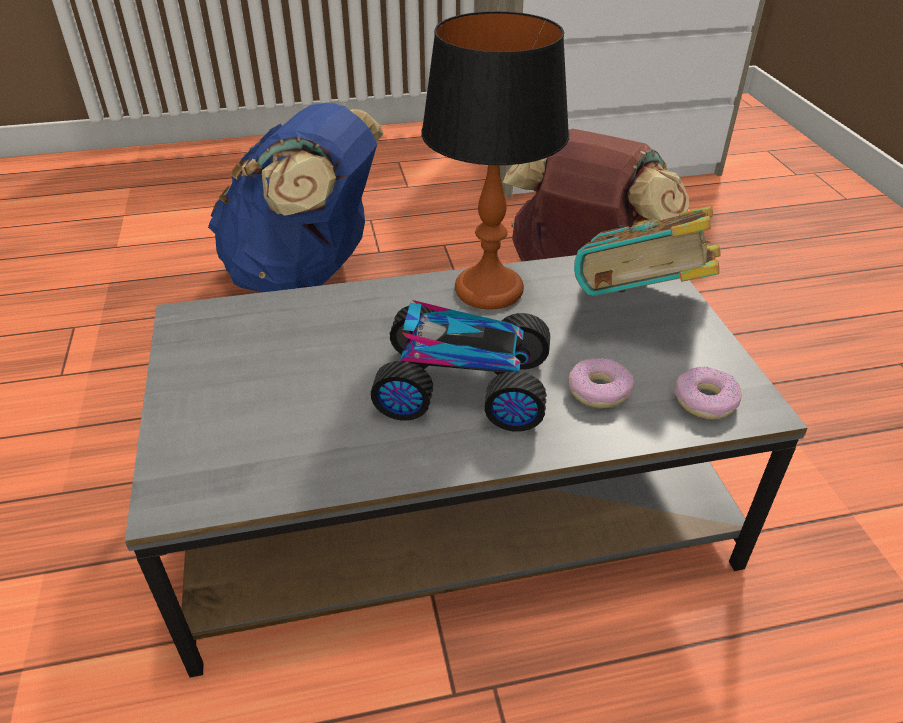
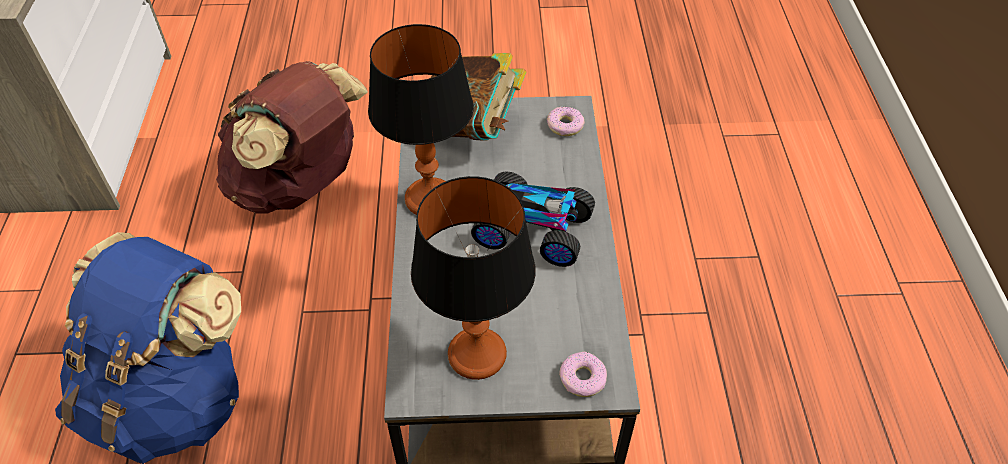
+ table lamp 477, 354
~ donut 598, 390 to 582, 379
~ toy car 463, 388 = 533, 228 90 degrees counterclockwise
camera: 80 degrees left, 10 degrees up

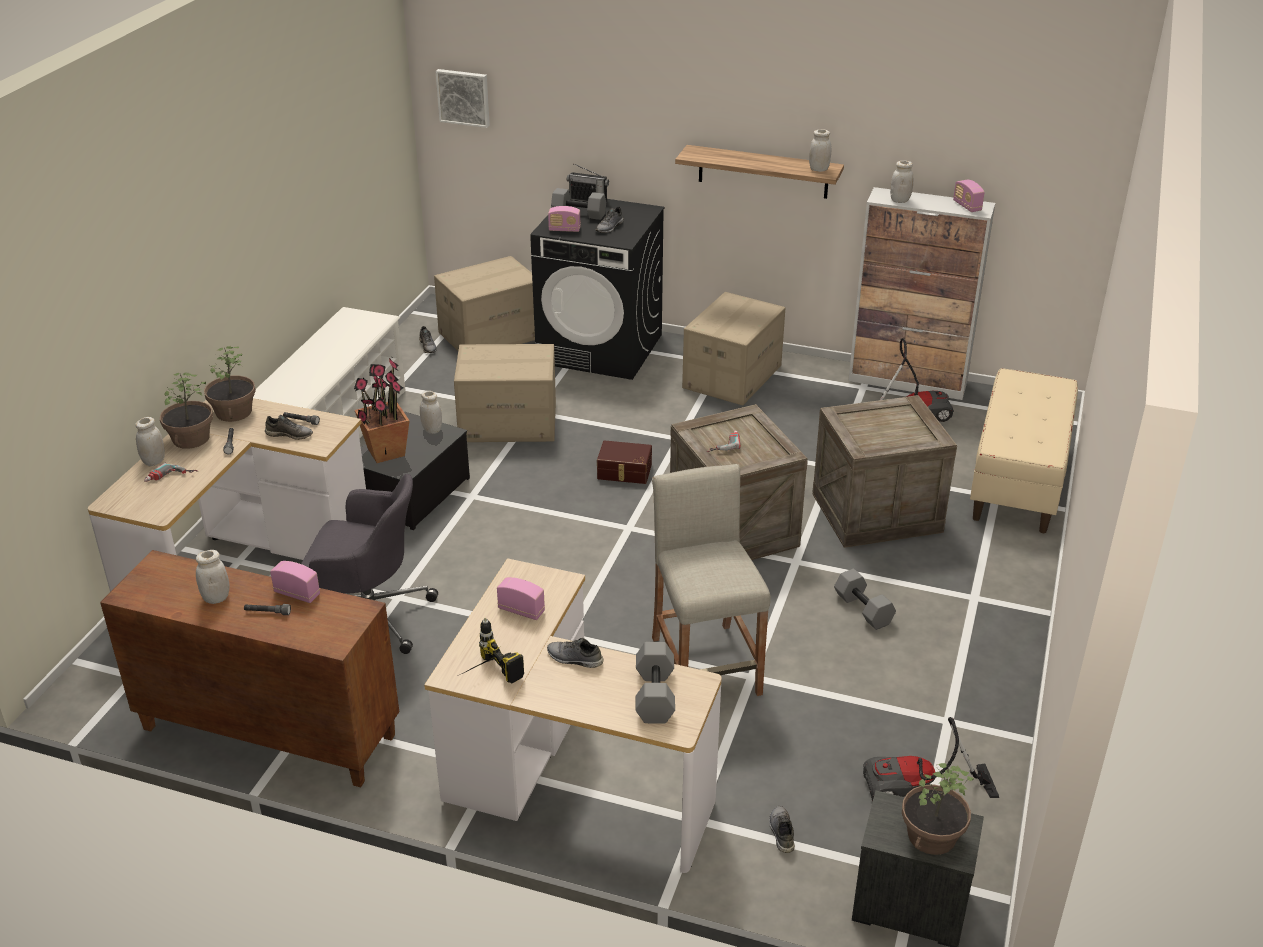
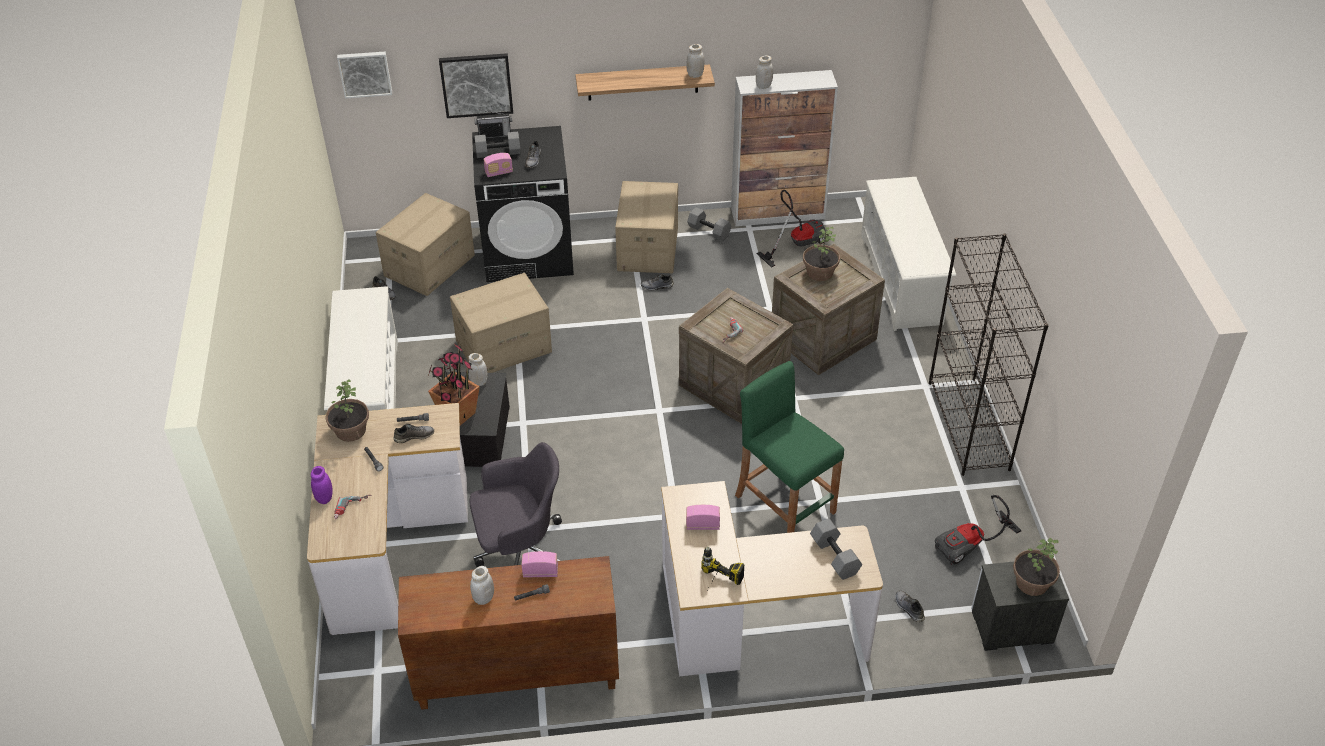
- brown storage box 624, 472
- radio 967, 206
+ picture 476, 84
+ black bookcase 969, 426
~ potted plant 190, 438 to 819, 272
~ grey shoe 574, 659 to 657, 286
~ grey dumbbell 864, 609 to 709, 231
~ beige bench 1018, 481 to white shoe rack 901, 279
~ white jar 154, 461 to purple jar 325, 498
~ beige stool 705, 665 to green stool 785, 504
camera: 25 degrees left, 10 degrees up

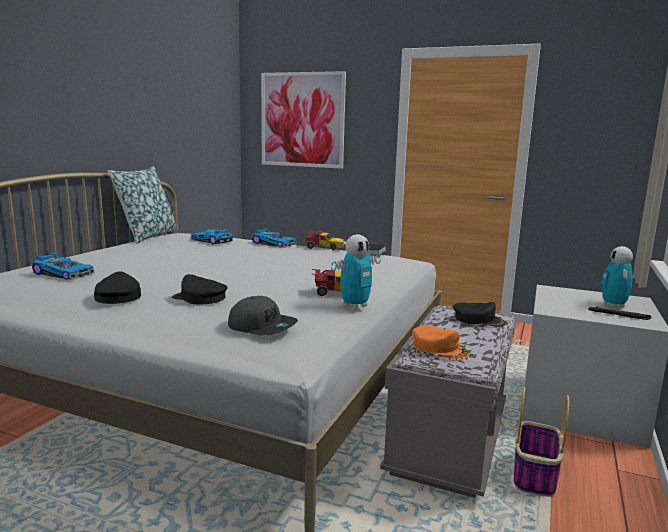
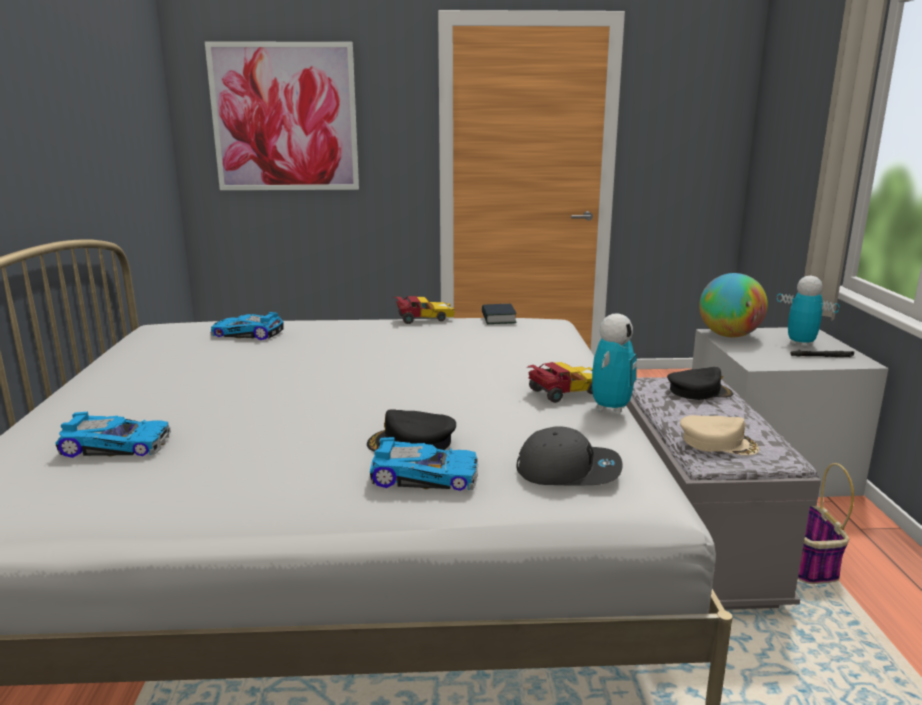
- black cap 118, 297
- pillow 147, 236
+ globe 729, 336
~ toy car 274, 244 to 425, 475
~ orange cap 439, 349 to beige cap 718, 442
~ toy robot 613, 305 = 800, 344 150 degrees clockwise
camera: 25 degrees left, 5 degrees up

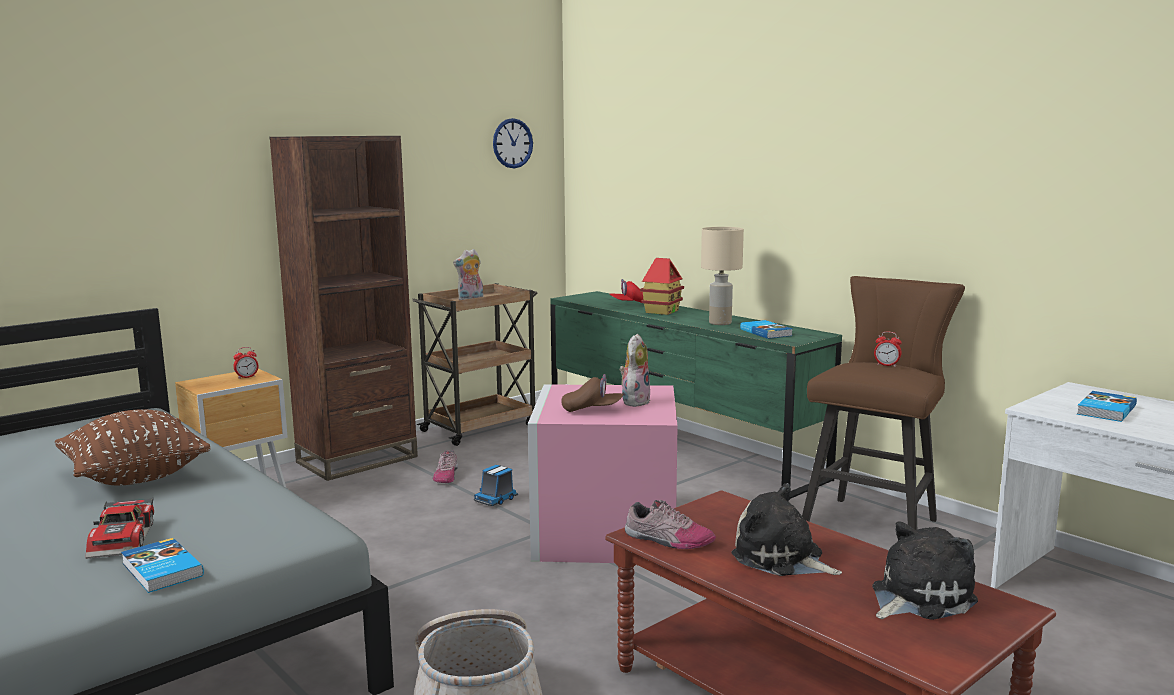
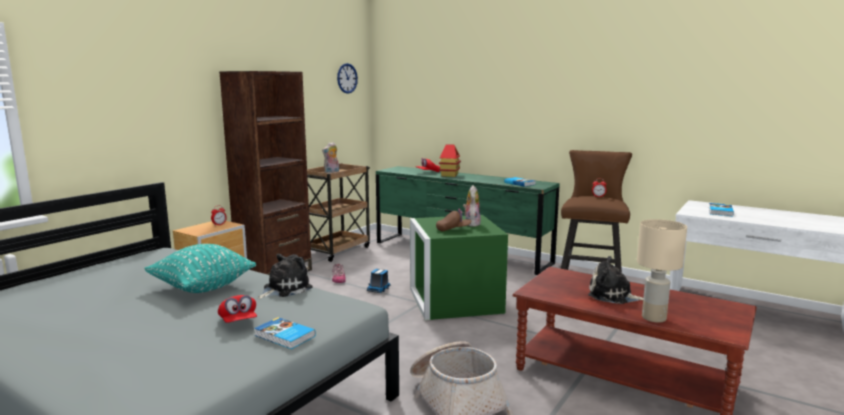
- shoe 668, 540
~ beige table lamp 719, 323 to 653, 318
~ plush toy 917, 597 to 284, 289
~ toy car 126, 539 to red cap 238, 322
~ brown pillow 135, 477 to turquoise pillow 203, 287
~ pink storage box 603, 531 to green storage box 453, 300
camera: 15 degrees left, 0 degrees up

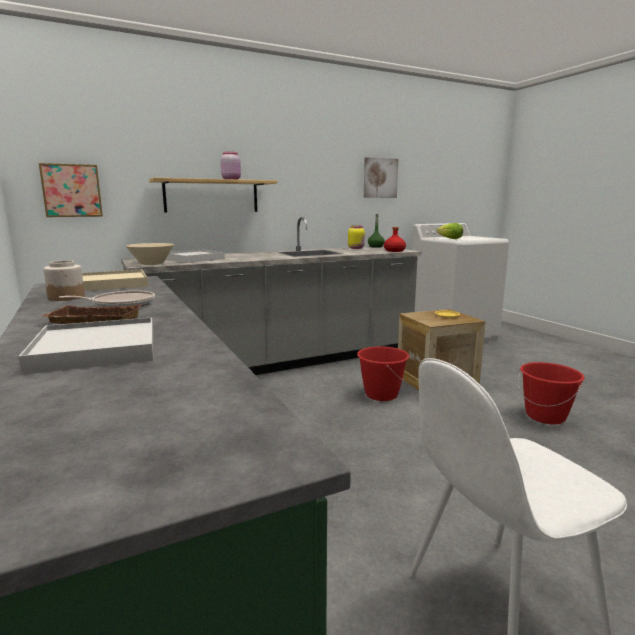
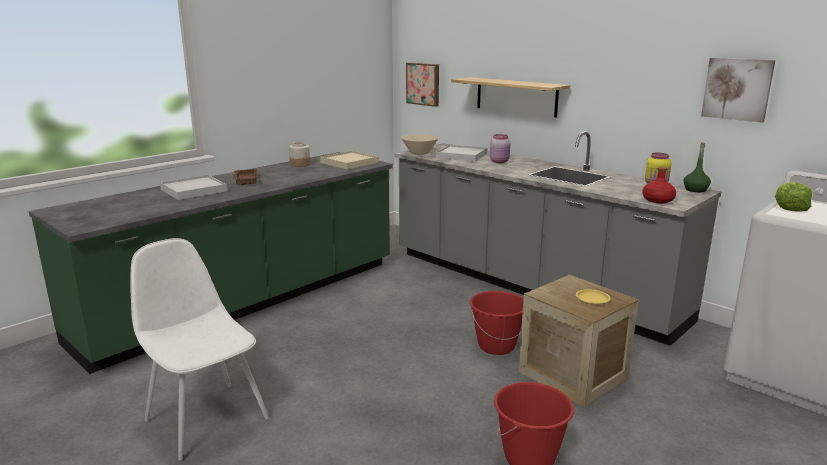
- frying pan 120, 305
~ pink jar 231, 179 to 500, 161
camera: 70 degrees right, 5 degrees up

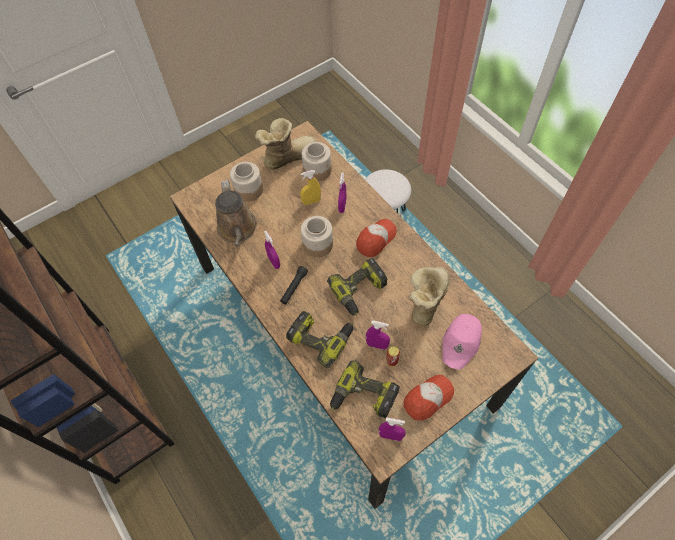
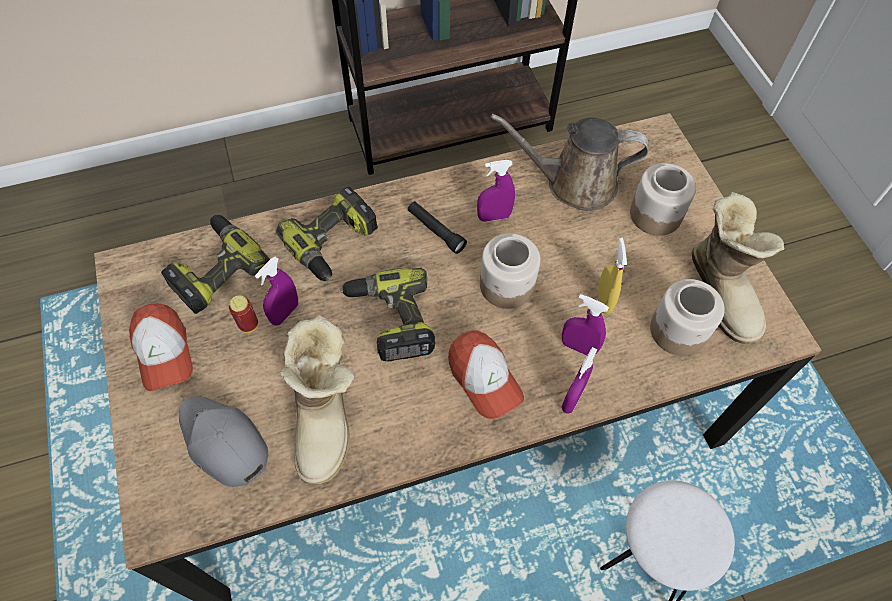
~ purple spray bottle 390, 436 to 572, 399
~ pink cap 461, 342 to grey cap 223, 443
~ boot 426, 300 = 326, 418 45 degrees clockwise
camera: 105 degrees right, 0 degrees up

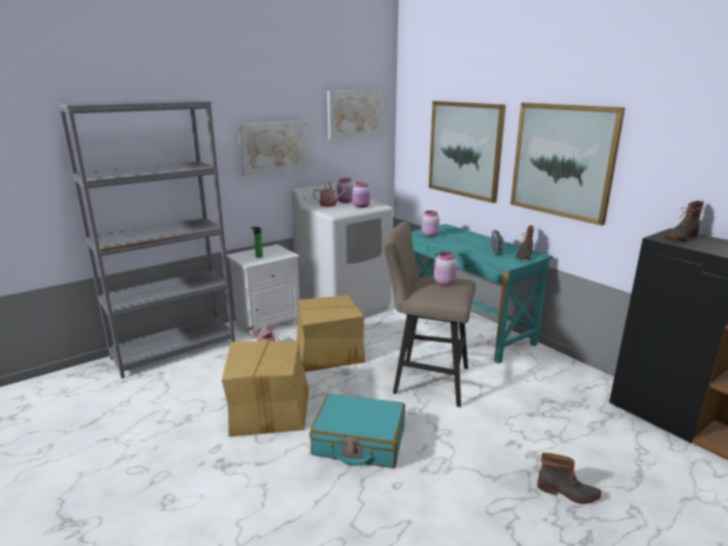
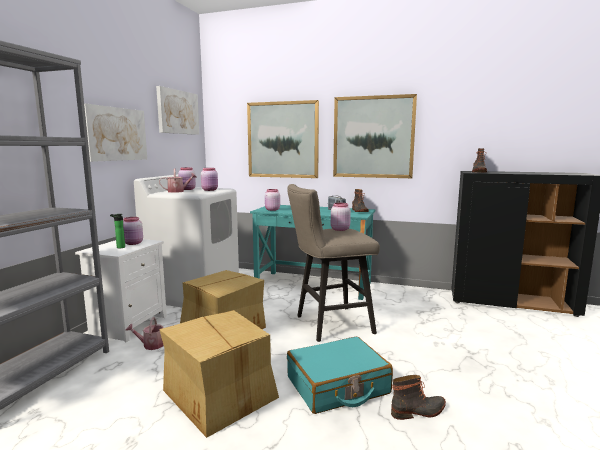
+ pink jar 133, 243
~ boot 567, 492 to 419, 411
camera: 35 degrees left, 10 degrees down

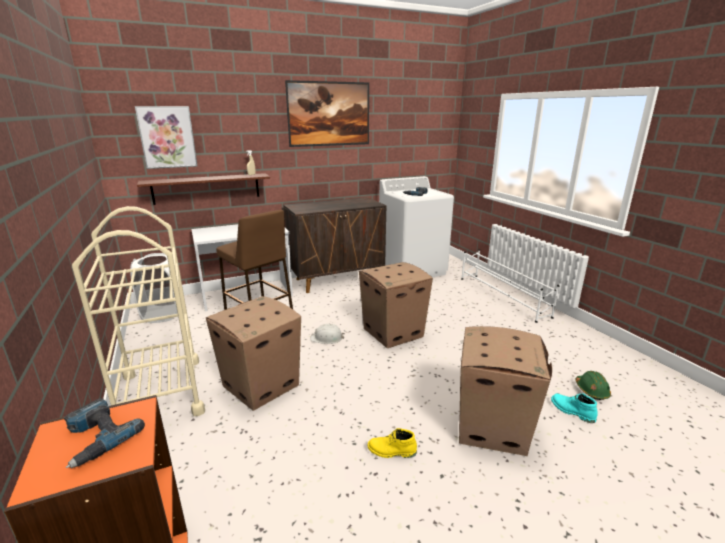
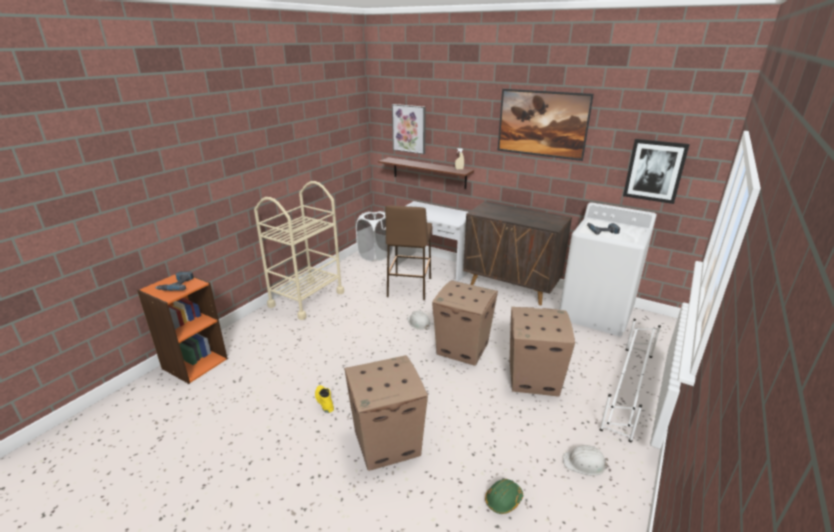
- turquoise boot 571, 411
+ white hard hat 584, 463
+ picture 654, 171
~ cardboard box 260, 386 to 532, 378
camera: 55 degrees right, 5 degrees up

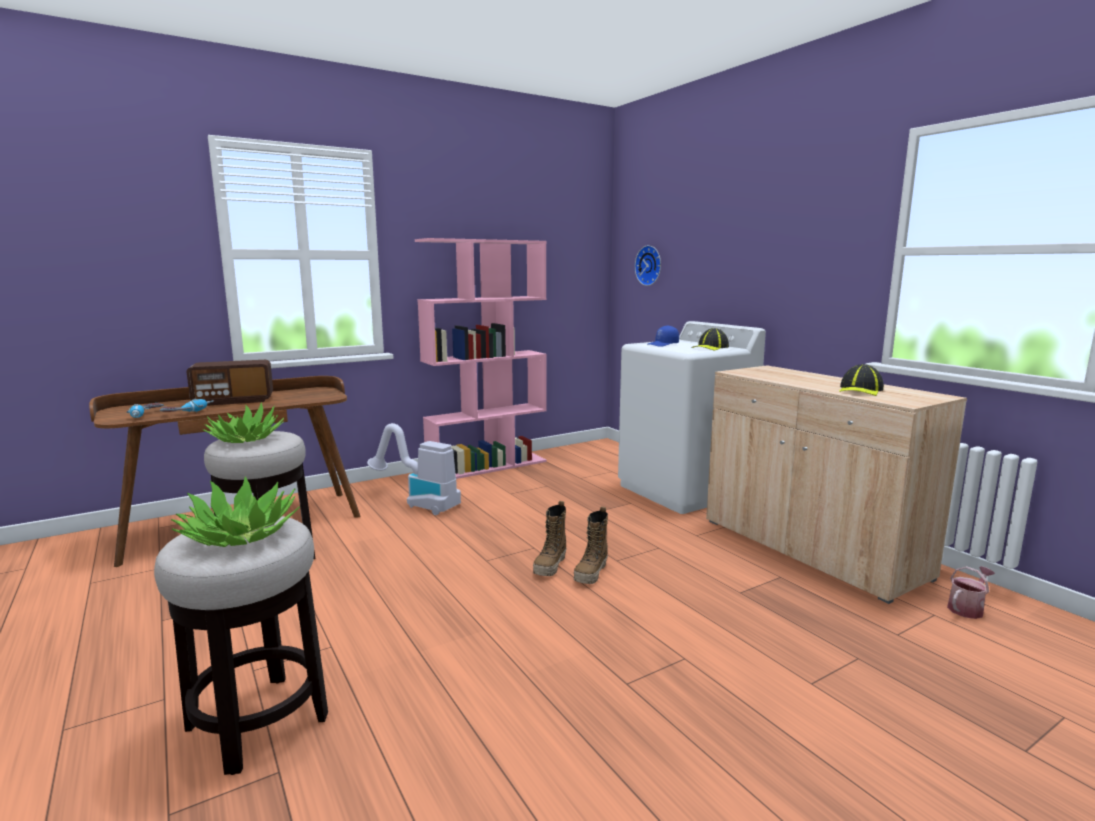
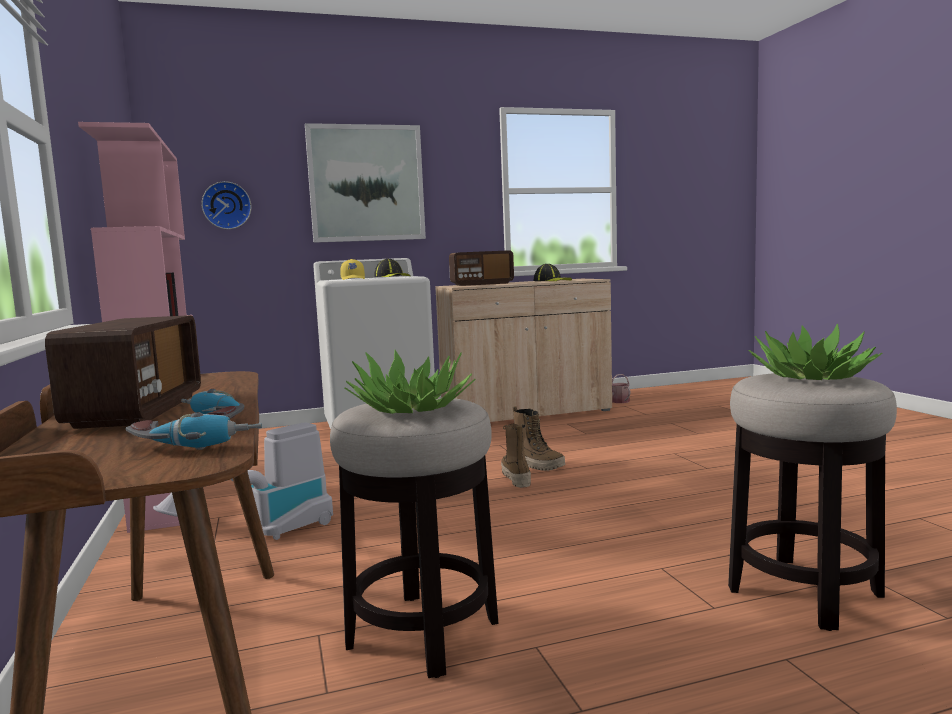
+ picture 366, 183
+ radio 481, 284
~ blue cap 663, 344 to yellow cap 353, 279
~ boot 550, 566 = 515, 478 135 degrees counterclockwise
camera: 75 degrees left, 5 degrees down

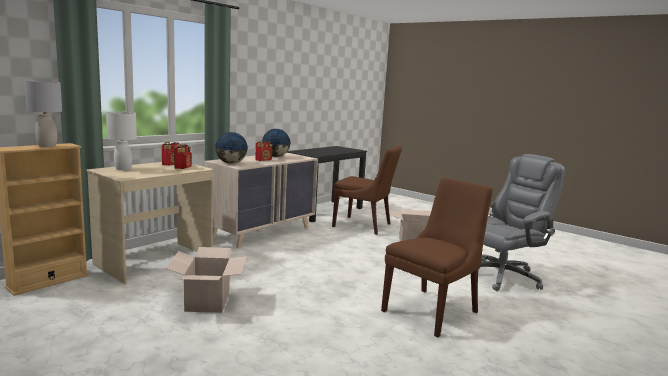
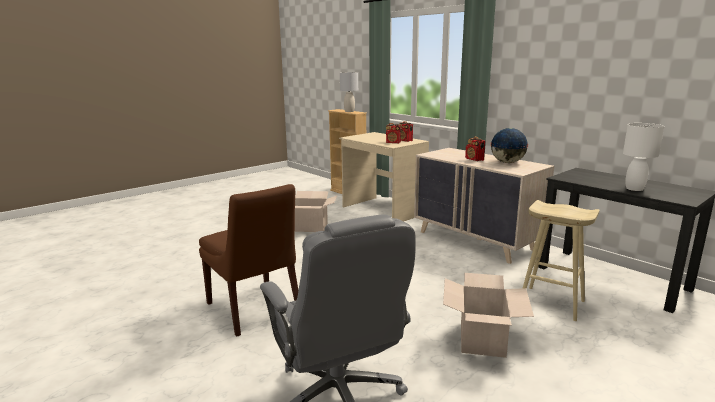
- globe 231, 163
~ white table lamp 123, 169 to 635, 189
~ brown chair 364, 226 to beige stool 550, 303
camera: 100 degrees right, 5 degrees up

